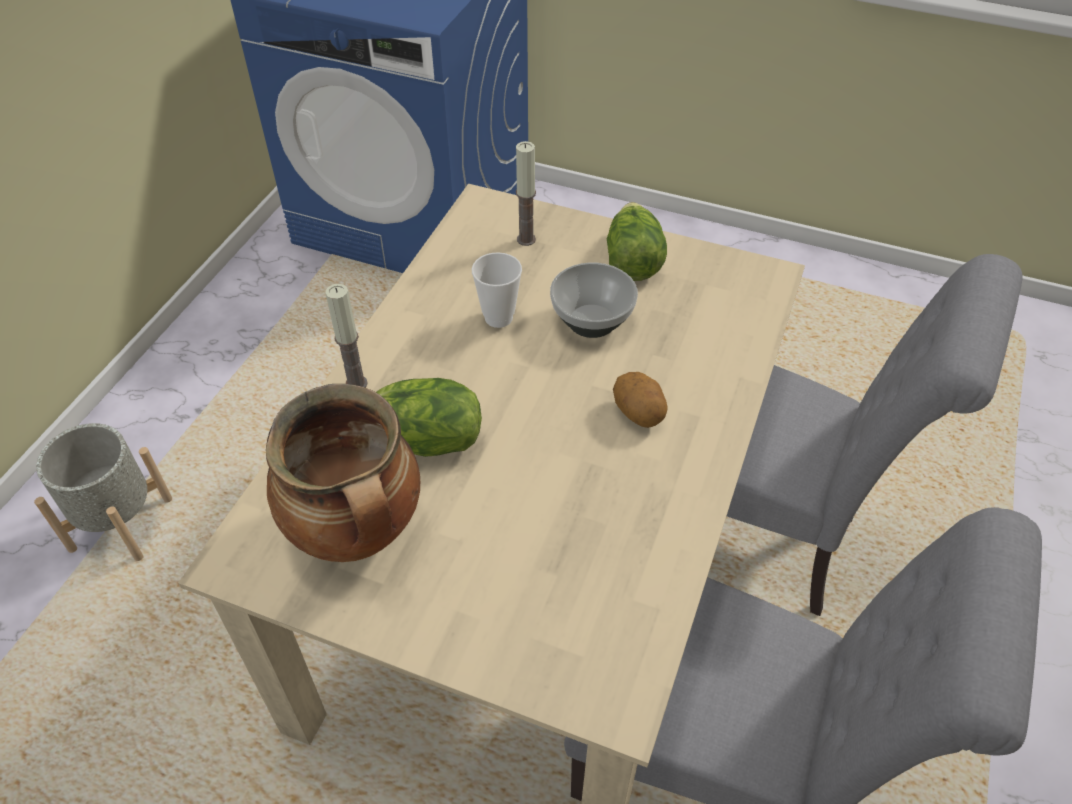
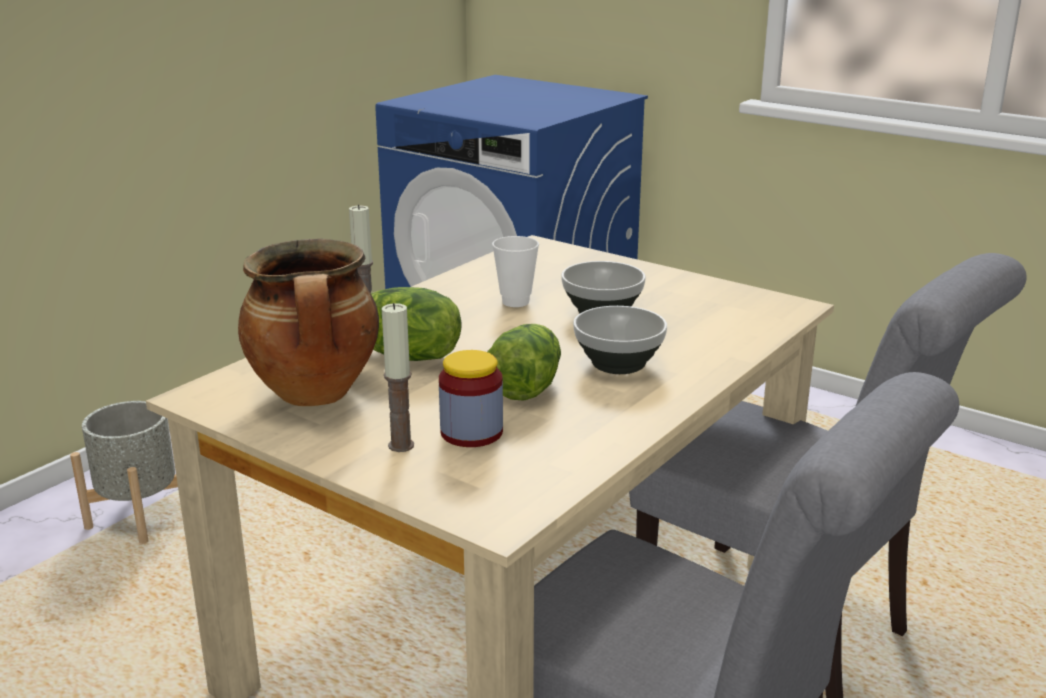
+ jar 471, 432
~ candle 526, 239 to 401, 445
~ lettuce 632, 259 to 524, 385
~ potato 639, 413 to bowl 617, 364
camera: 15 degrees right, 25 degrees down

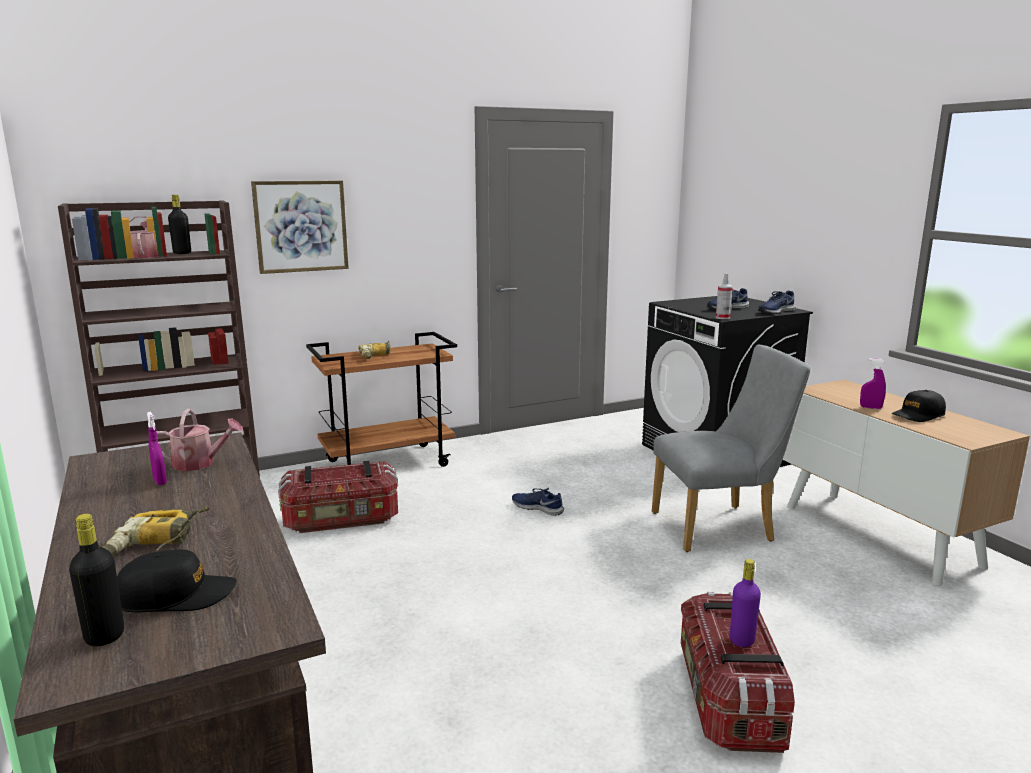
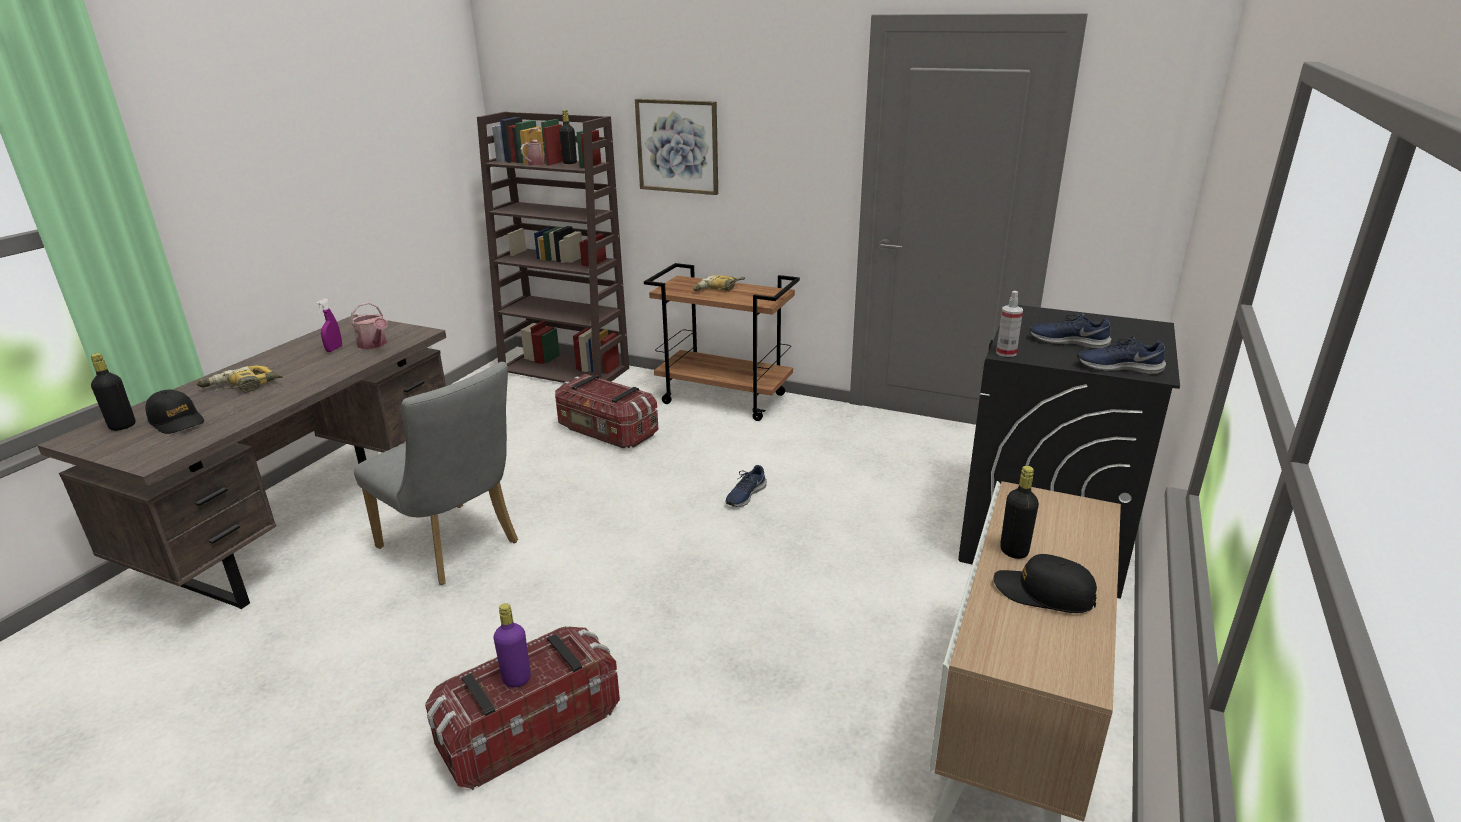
~ grey chair 720, 526 to 455, 548
~ purple spray bottle 870, 407 to black bottle 1014, 551
~ blue shoe 538, 508 = 745, 495 135 degrees counterclockwise
camera: 50 degrees right, 10 degrees up

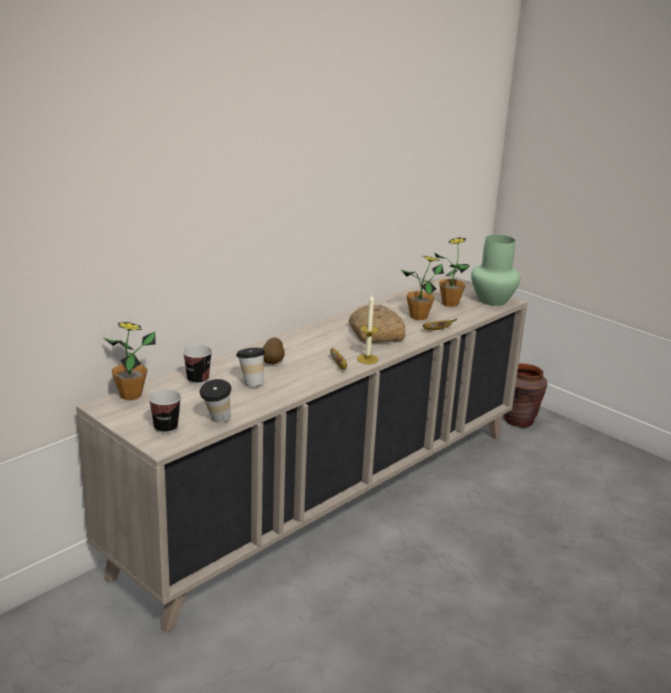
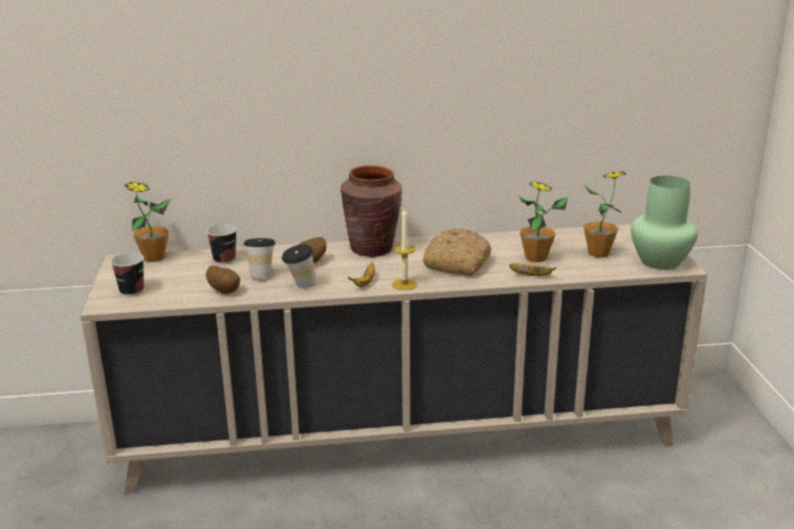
+ potato 225, 291
~ cup 216, 421 to 300, 286
~ brown vase 519, 420 to 372, 249
camera: 40 degrees right, 0 degrees up

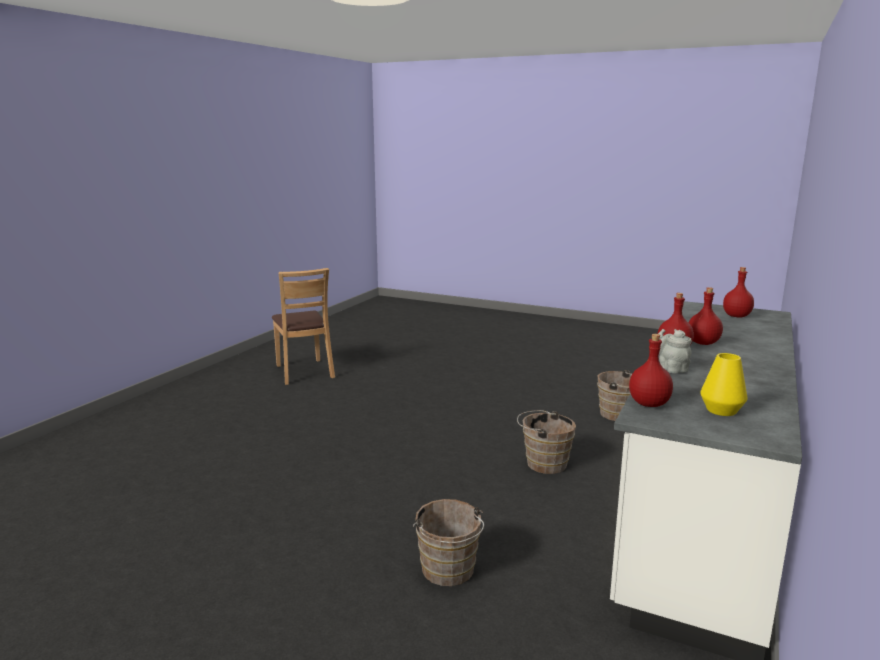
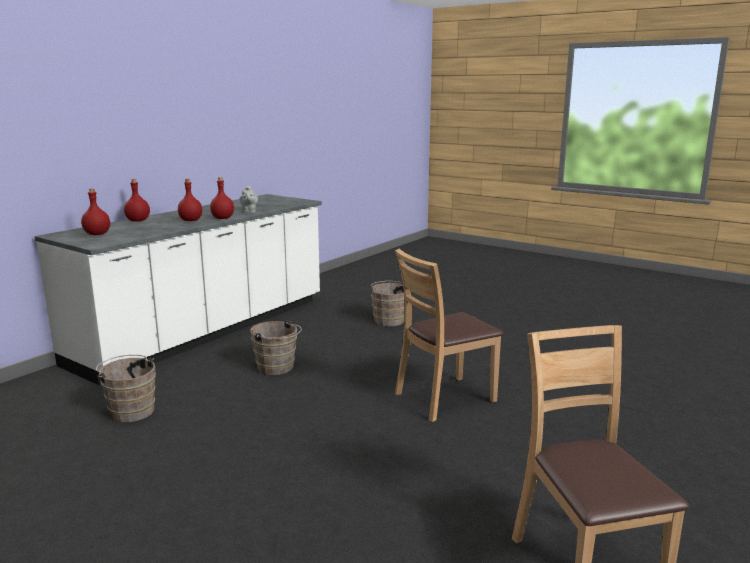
- yellow vase 721, 410
+ brown chair 444, 398
~ red bottle 649, 404 to 138, 220
camera: 170 degrees left, 0 degrees up

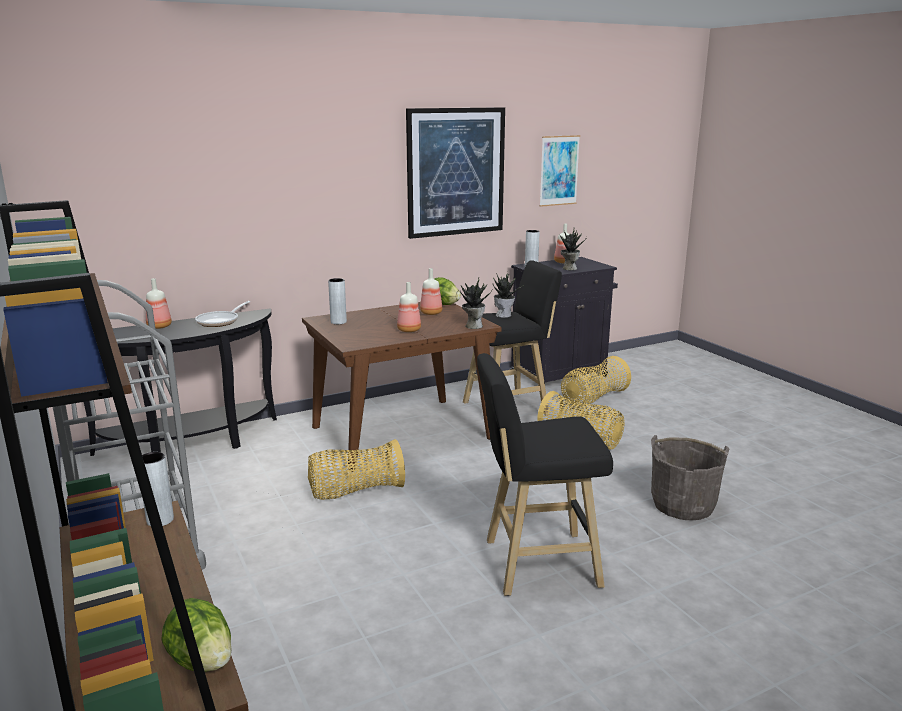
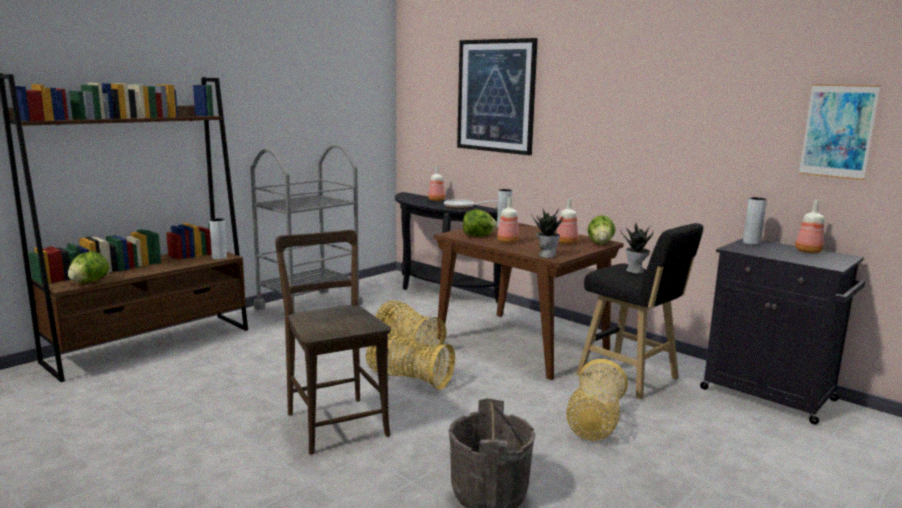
- potted plant 569, 268
+ lettuce 478, 236
~ picture 456, 172 to 495, 96
~ basket 593, 399 to 408, 378
~ black stool 536, 563 to brown chair 335, 421
camera: 70 degrees right, 5 degrees down

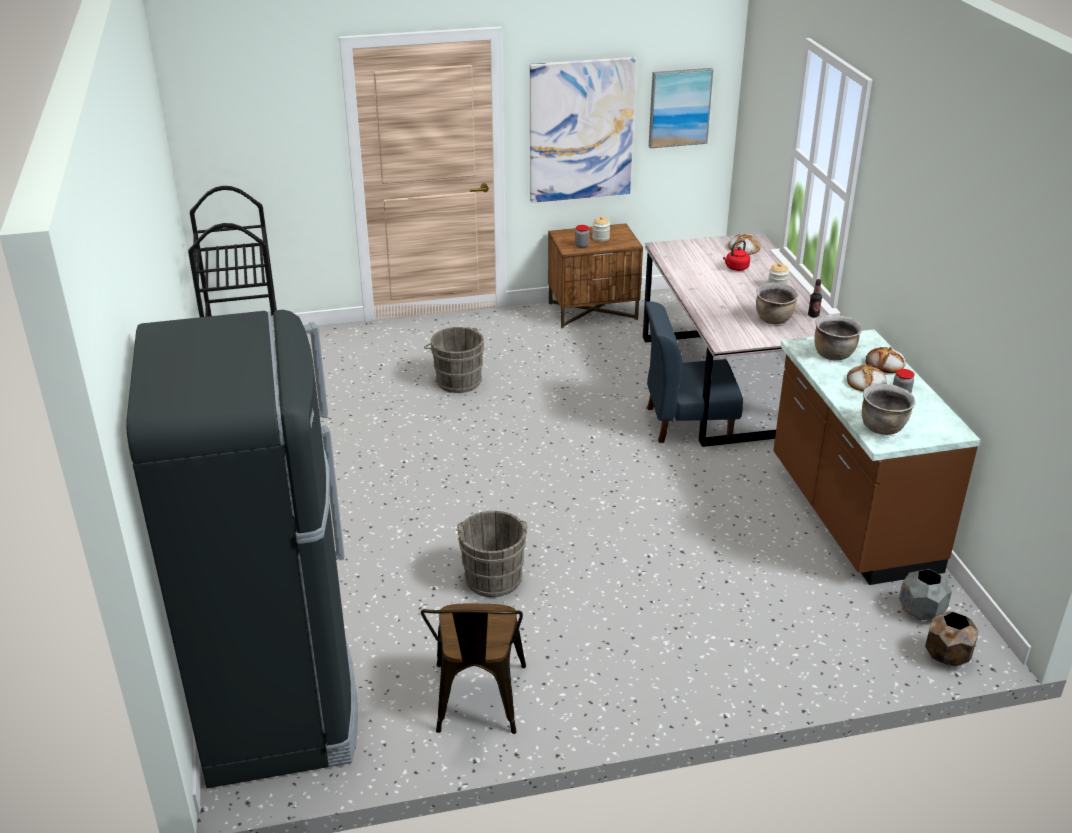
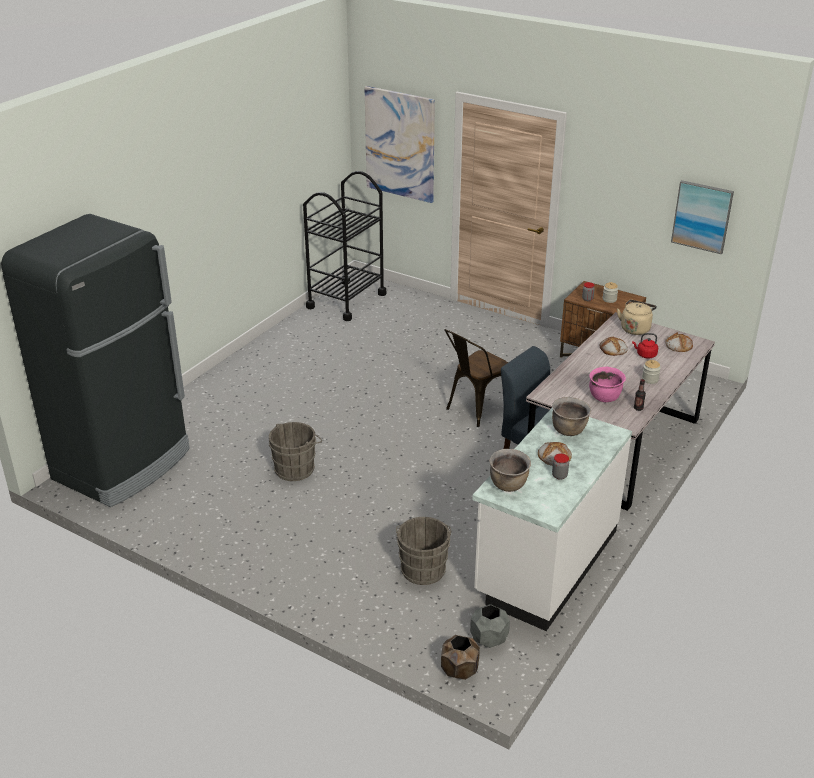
+ beige kettle 635, 328
~ brown chair 478, 705 to 476, 409
~ grey bucket 456, 380 to 423, 567
~ picture 581, 130 to 400, 144
~ bread 885, 364 to 613, 349
~ brown cooking pot 774, 319 to pink cooking pot 604, 397
~ brown counter 850, 516 to white counter 545, 563
camera: 45 degrees right, 0 degrees up

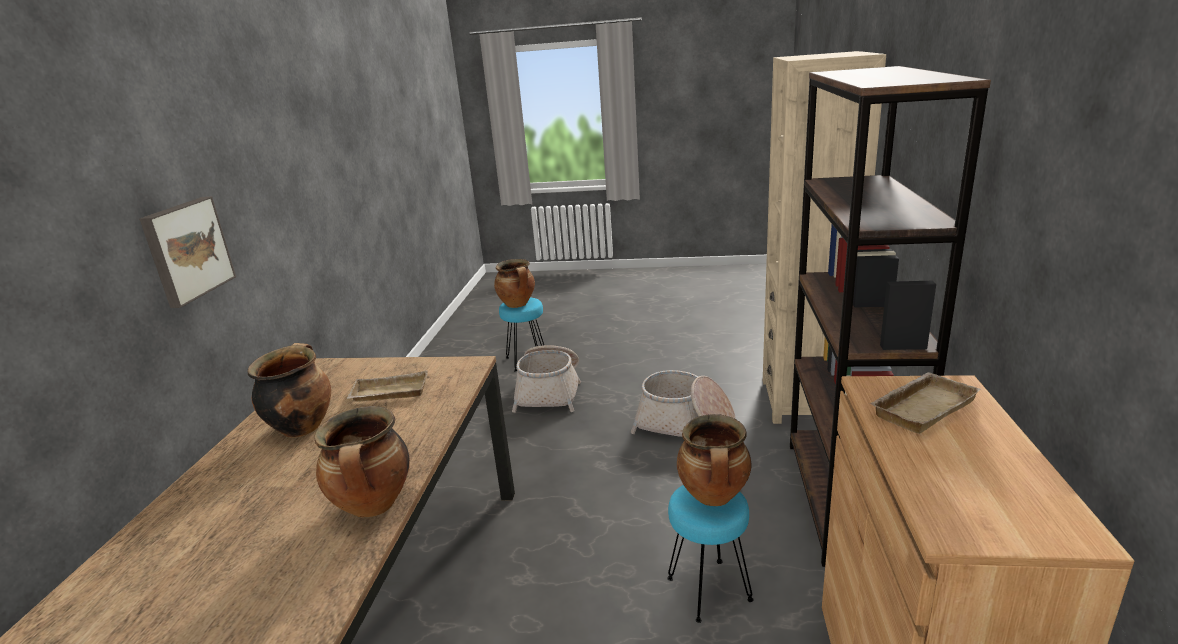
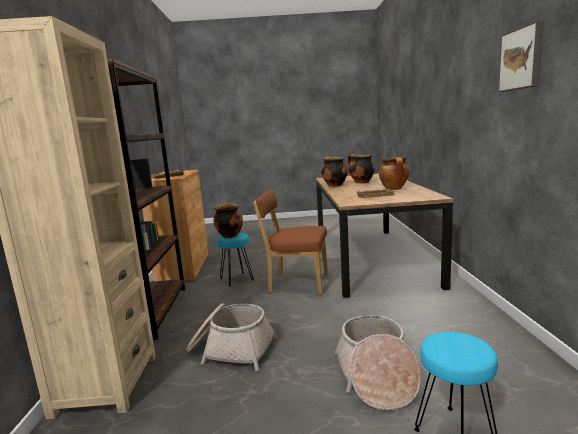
+ brown chair 296, 283
~ picture 186, 250 to 522, 59
~ cooking pot 518, 304 to 361, 182
camera: 170 degrees right, 10 degrees down

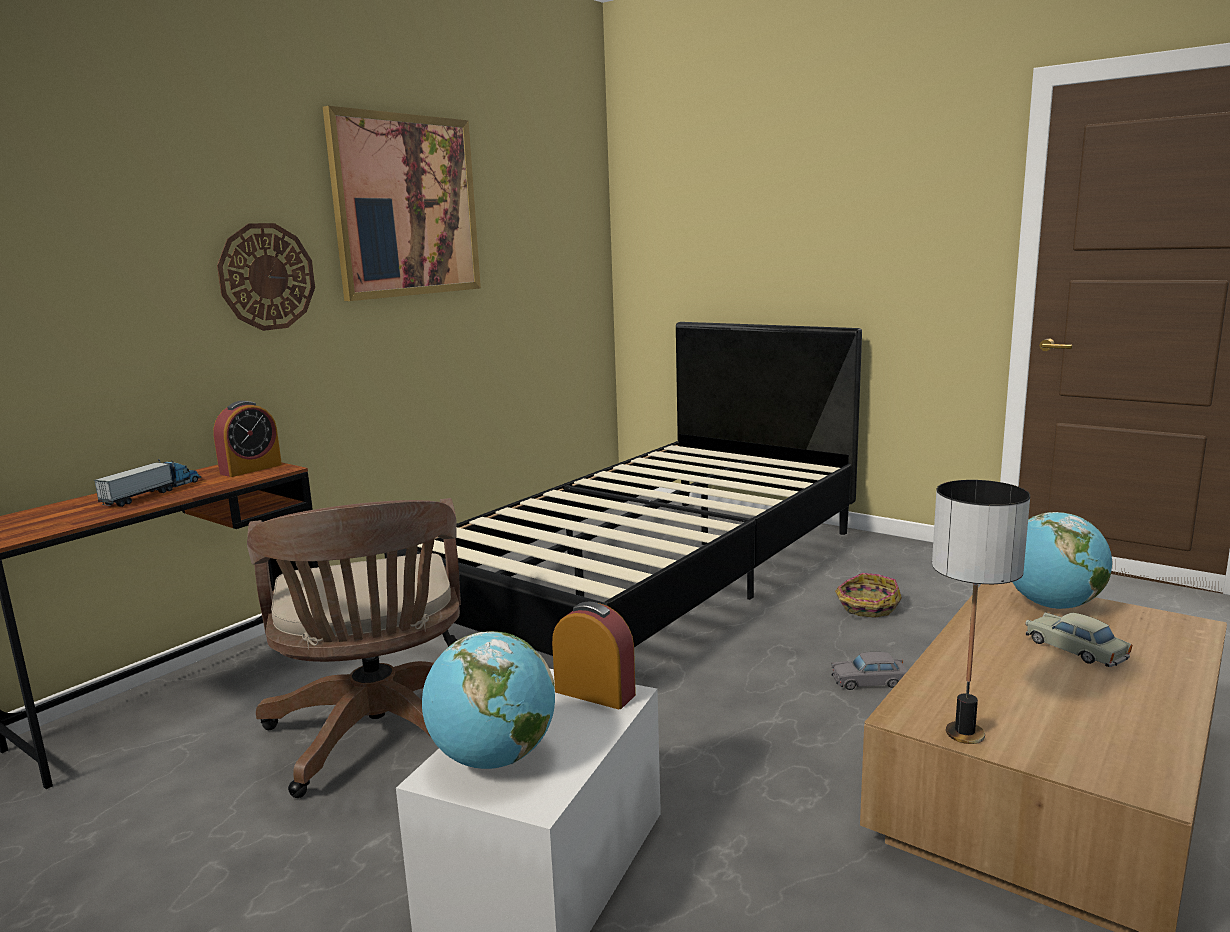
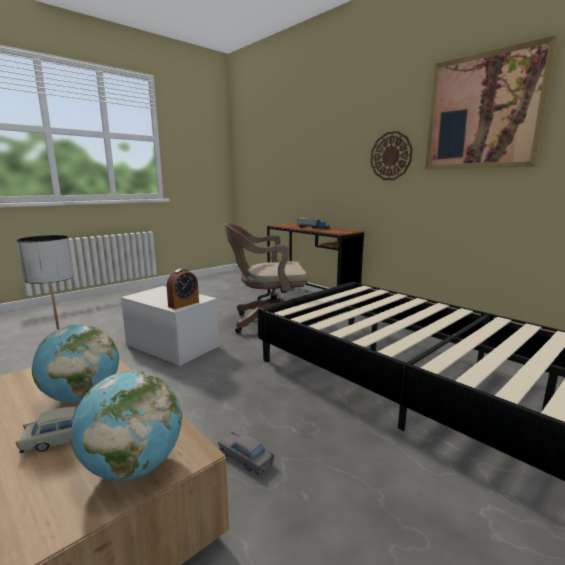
- alarm clock 251, 469
- basket 867, 607
~ globe 493, 759 to 82, 397
~ grey toy car 870, 682 = 245, 458 60 degrees counterclockwise
camera: 100 degrees right, 0 degrees up

